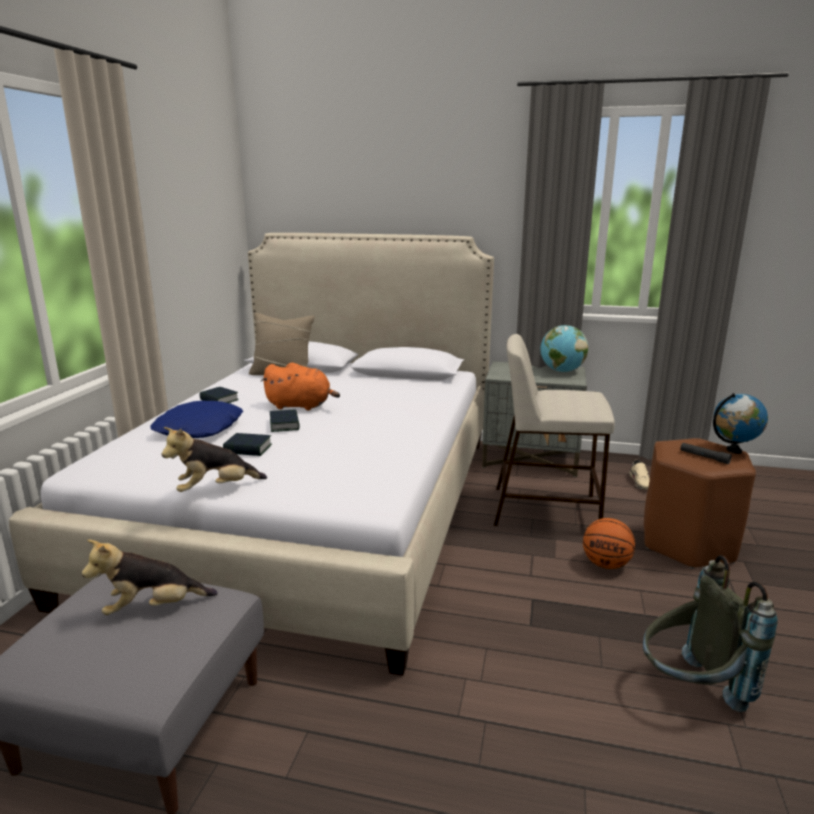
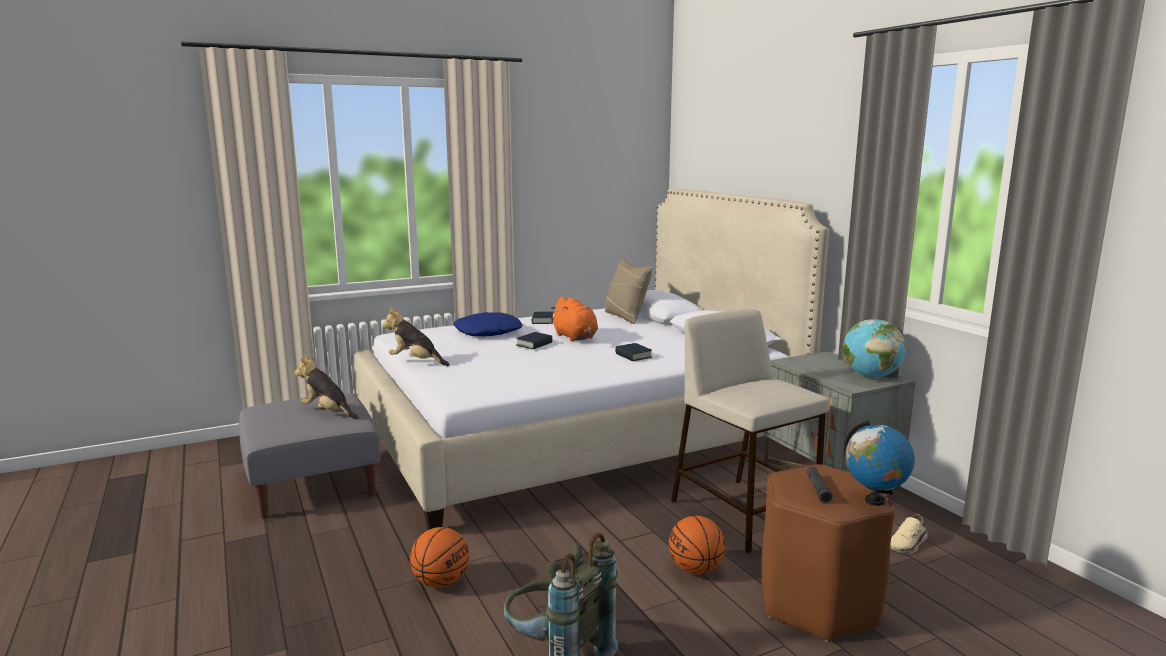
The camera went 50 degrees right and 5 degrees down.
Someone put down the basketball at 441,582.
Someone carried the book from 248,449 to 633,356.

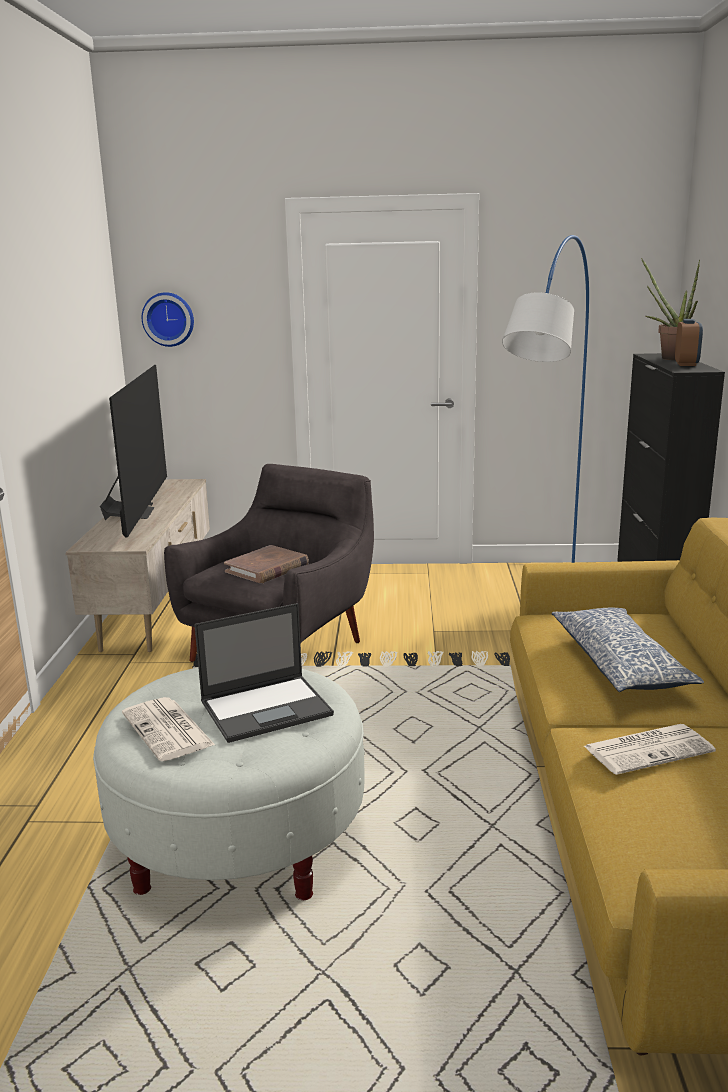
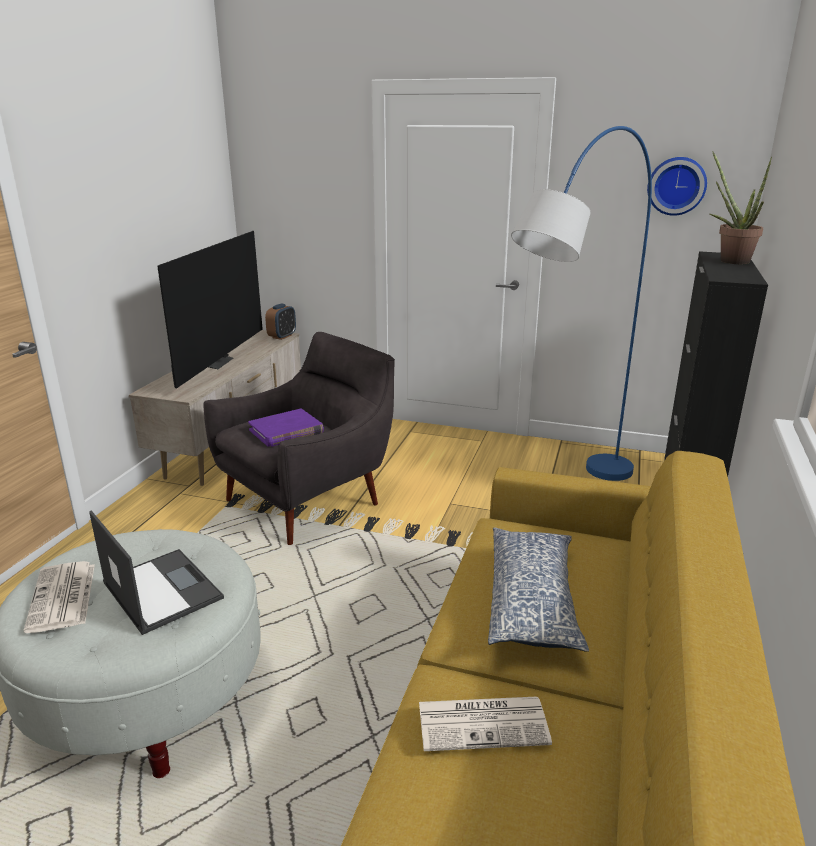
The camera went 15 degrees right and 5 degrees up.
Someone carried the clock_on_the_wall from 169,319 to 676,186.
Someone carried the bedside_clock from 686,364 to 282,336.
Someone repainted the brown_book at 267,568, which became the purplish_book at 286,431.
Someone rotated the laptop at 267,708 by 120 degrees counterclockwise.

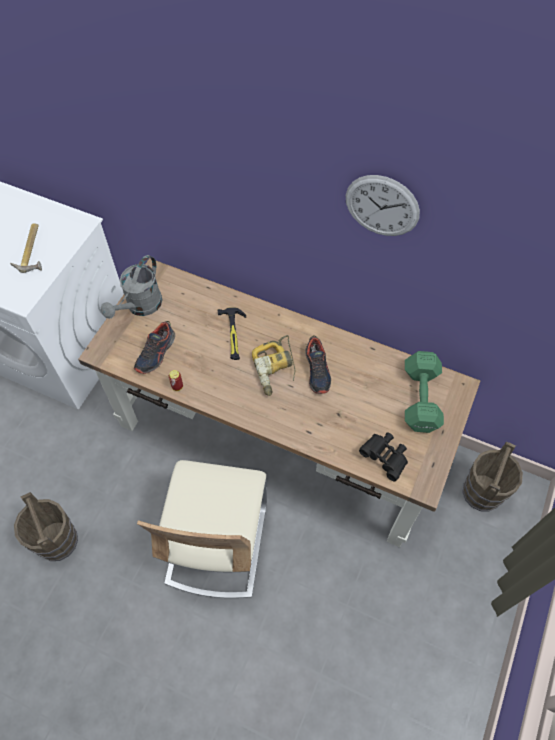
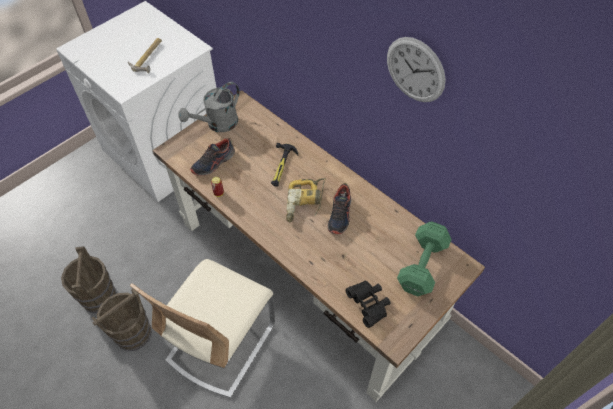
The camera went 20 degrees right and 5 degrees down.
Someone carried the brown_pail from 481,493 to 133,334.

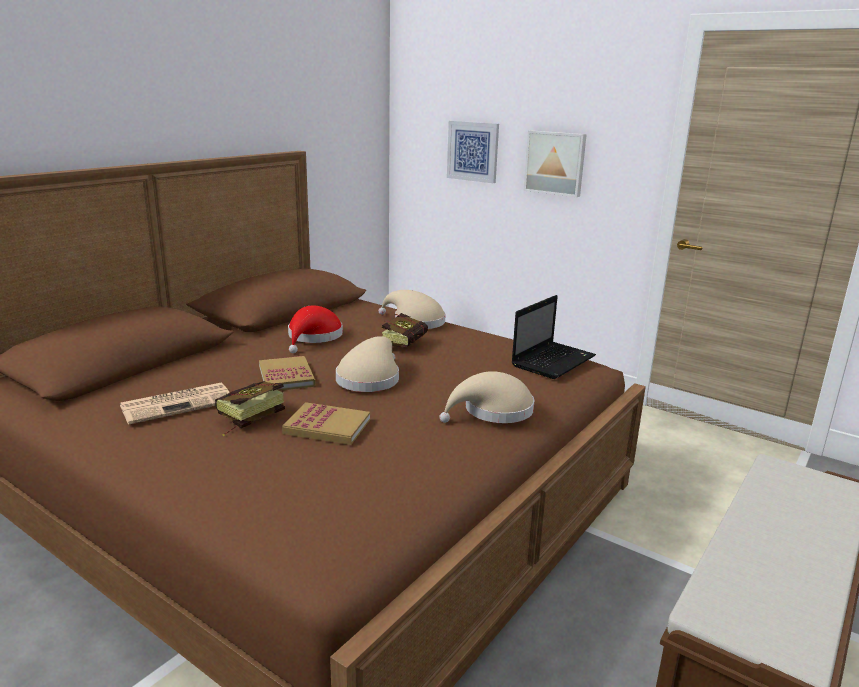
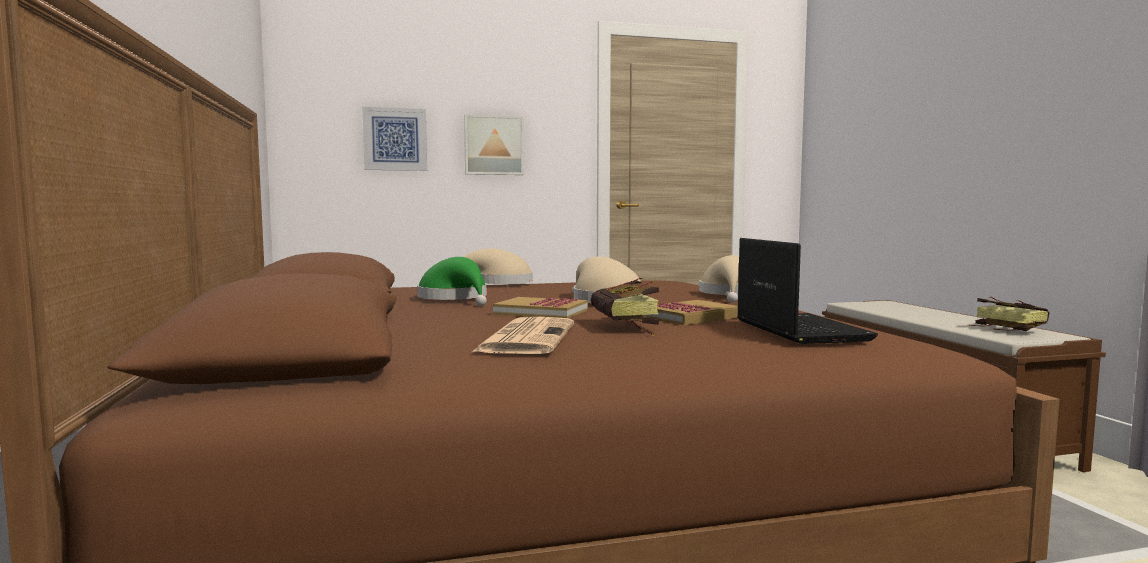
The camera went 50 degrees left and 15 degrees down.
Someone carried the book from 406,344 to 1003,329.
Someone carried the laptop from 553,361 to 798,330.
Someone repainted the red-coloured_hat at 313,337, which became the greenish_hat at 456,299.

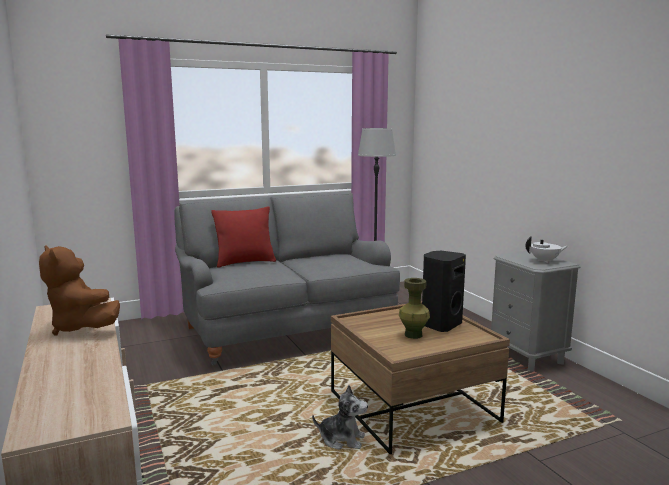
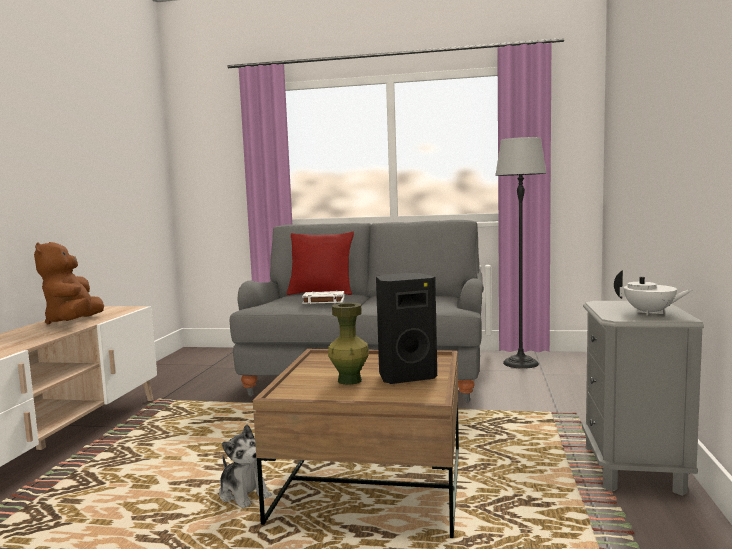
The camera went 35 degrees right and 5 degrees down.
Someone put down the whitish_book at 323,301.

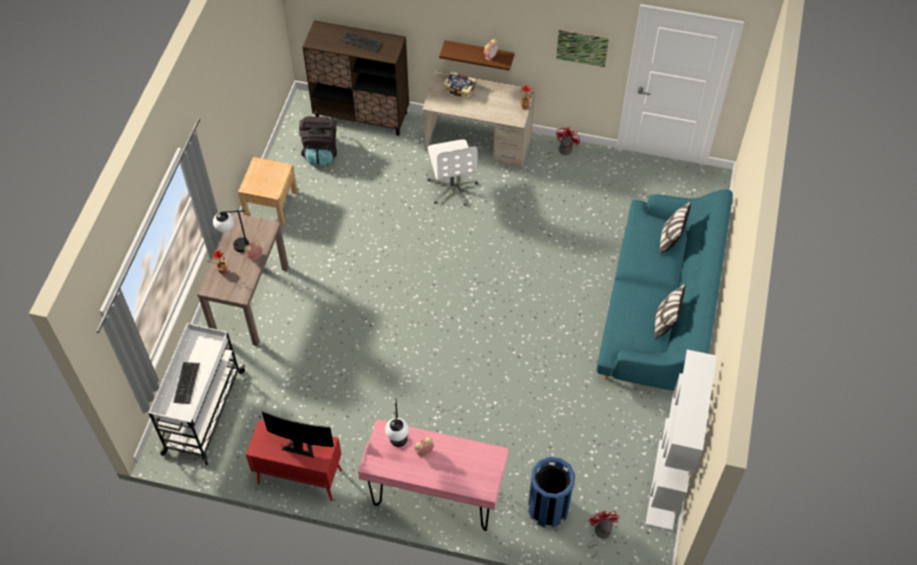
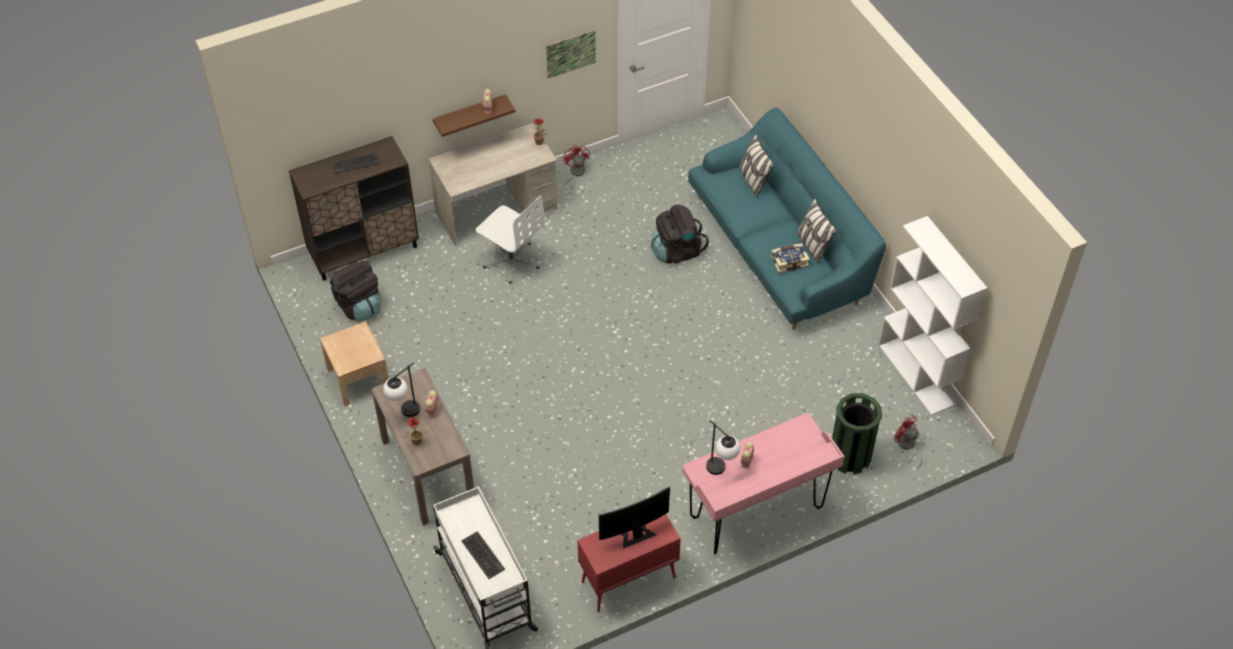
The camera went 40 degrees left and 5 degrees down.
Someone put down the black_knapsack at 676,251.
Someone carried the book from 459,88 to 789,261.
Someone repainted the blue_rubbish_bin at 548,508, which became the greenish_rubbish_bin at 850,457.

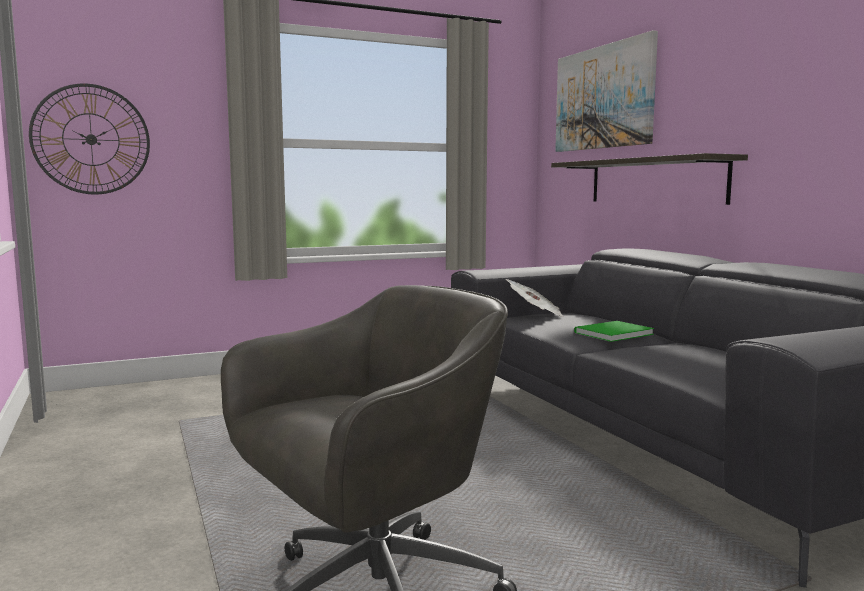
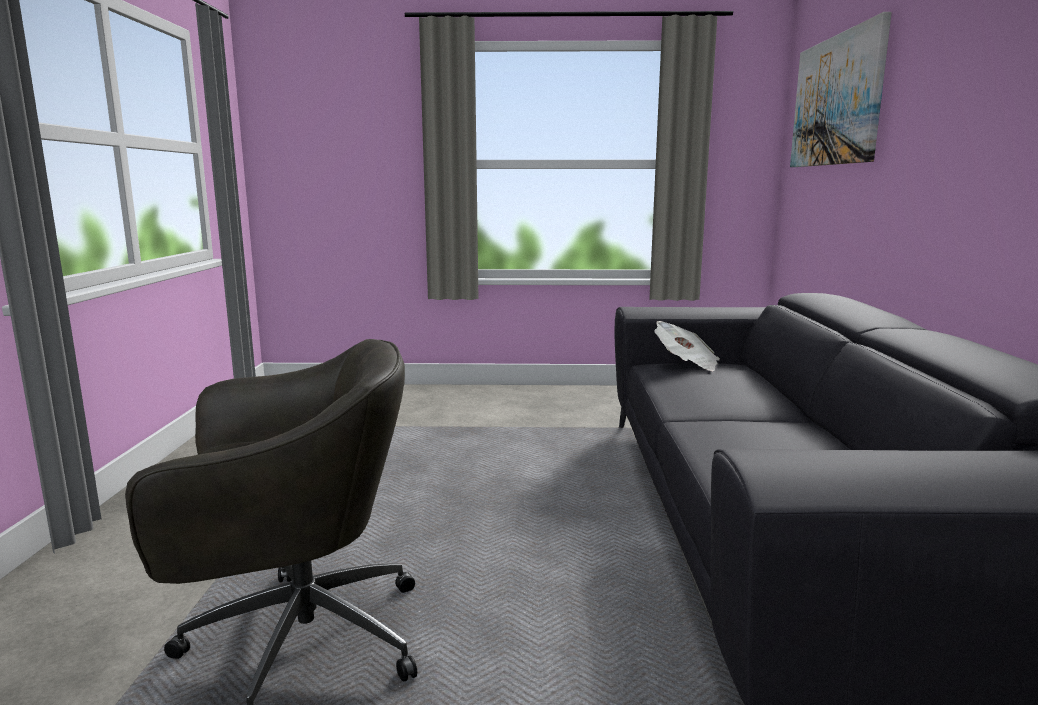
The camera went 25 degrees right and 5 degrees up.
Someone took away the clock_on_the_wall at 91,139.
Someone took away the shelf at 654,181.
Someone took away the greenish_book at 611,333.

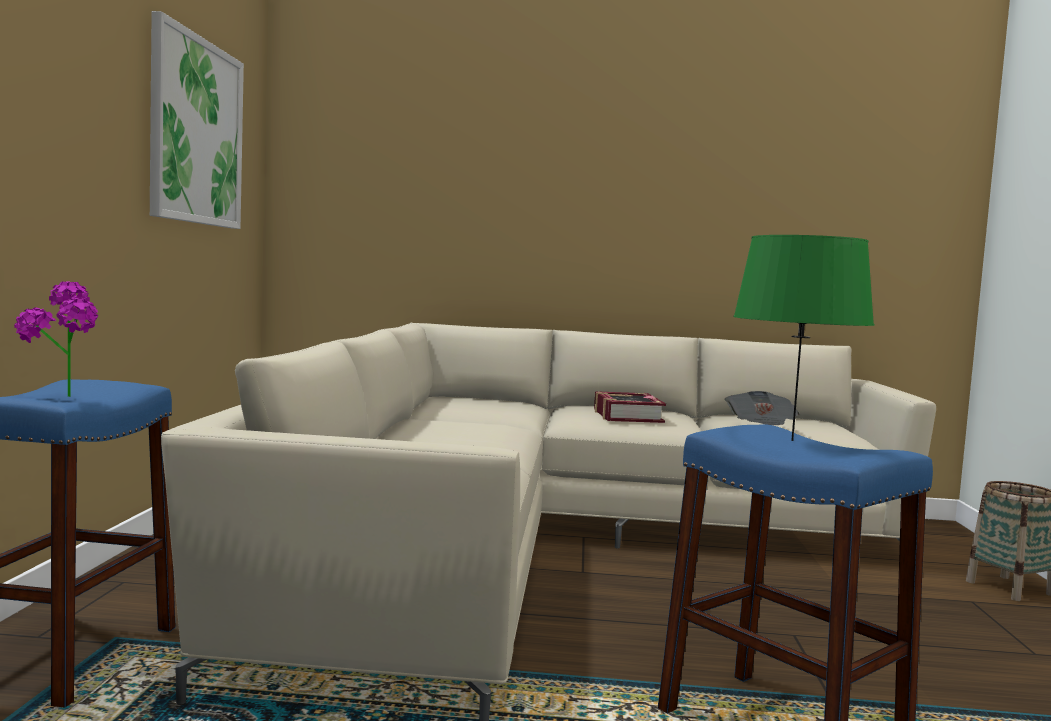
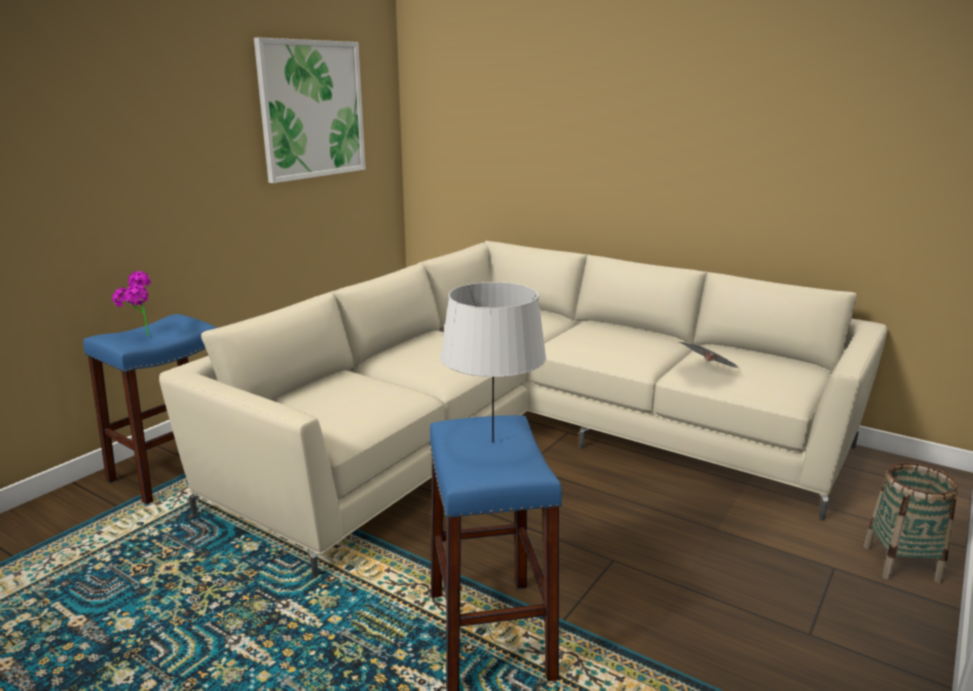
The camera went 30 degrees right and 15 degrees up.
Someone took away the book at 627,416.
Someone repainted the greenish_tabletop_lamp at 792,441, which became the greyish_tabletop_lamp at 492,442.

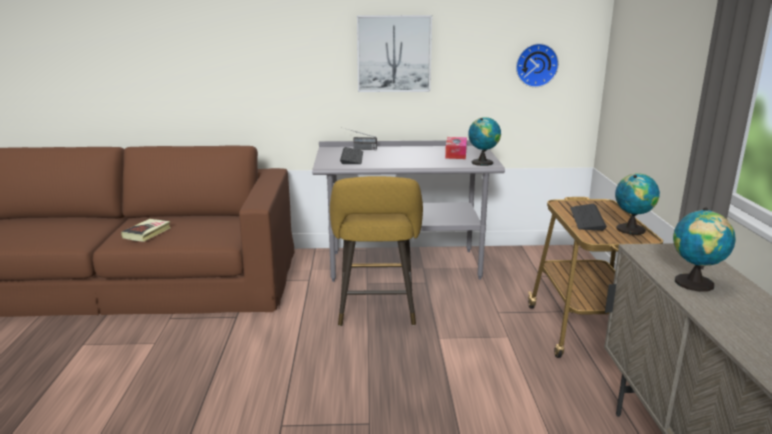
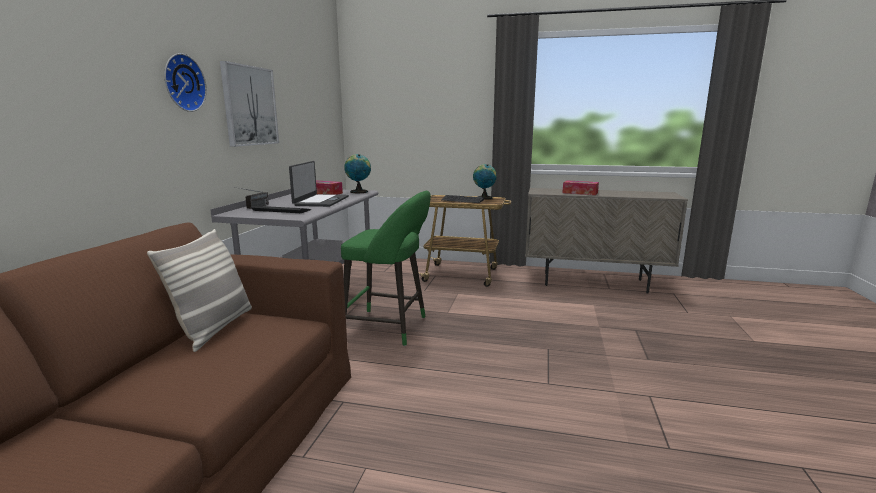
The camera went 75 degrees left and 5 degrees down.
Someone took away the book at 147,233.
Someone put down the throw_pillow at 214,328.
Someone put down the laptop at 321,201.
Someone carried the clock_on_the_wall from 536,65 to 182,83.
Someone swapped the globe at 695,284 for the tissue_box at 580,193.
Someone repainted the yellowish_stool_seat at 376,311, which became the greenish_stool_seat at 390,328.

